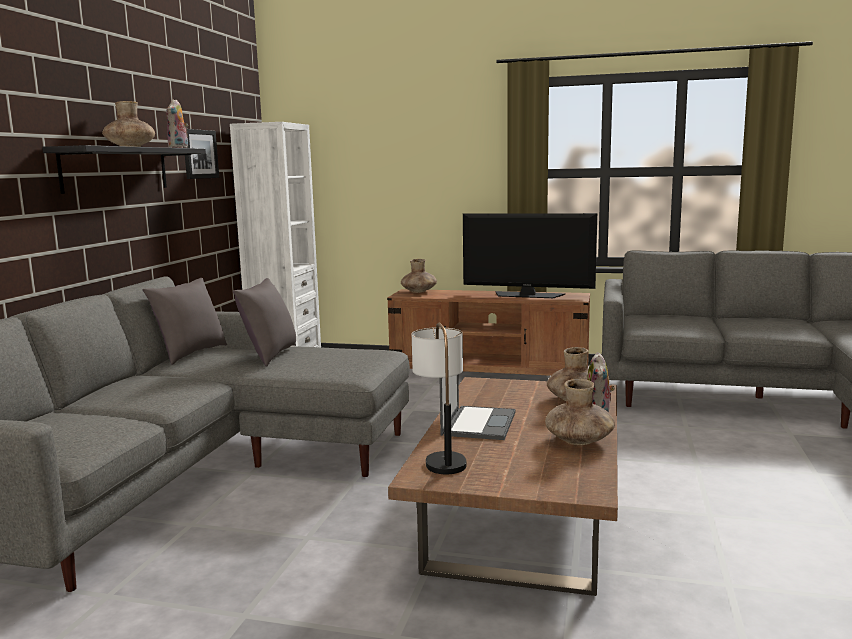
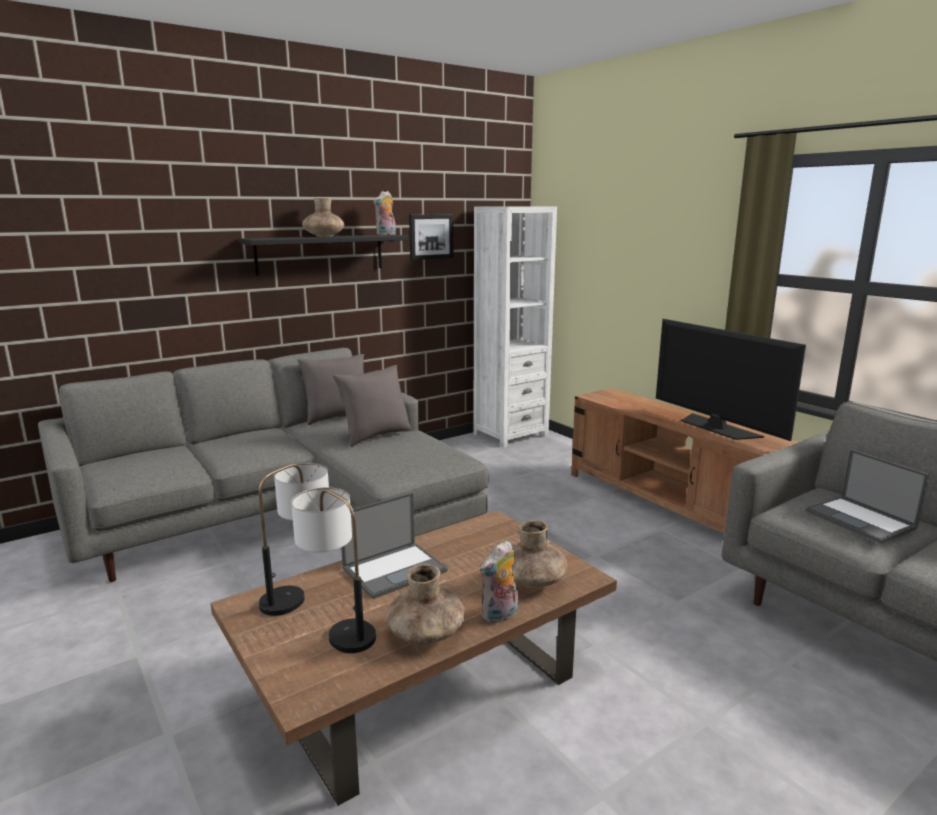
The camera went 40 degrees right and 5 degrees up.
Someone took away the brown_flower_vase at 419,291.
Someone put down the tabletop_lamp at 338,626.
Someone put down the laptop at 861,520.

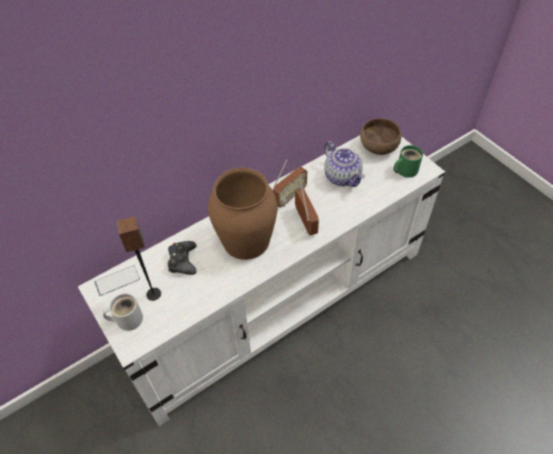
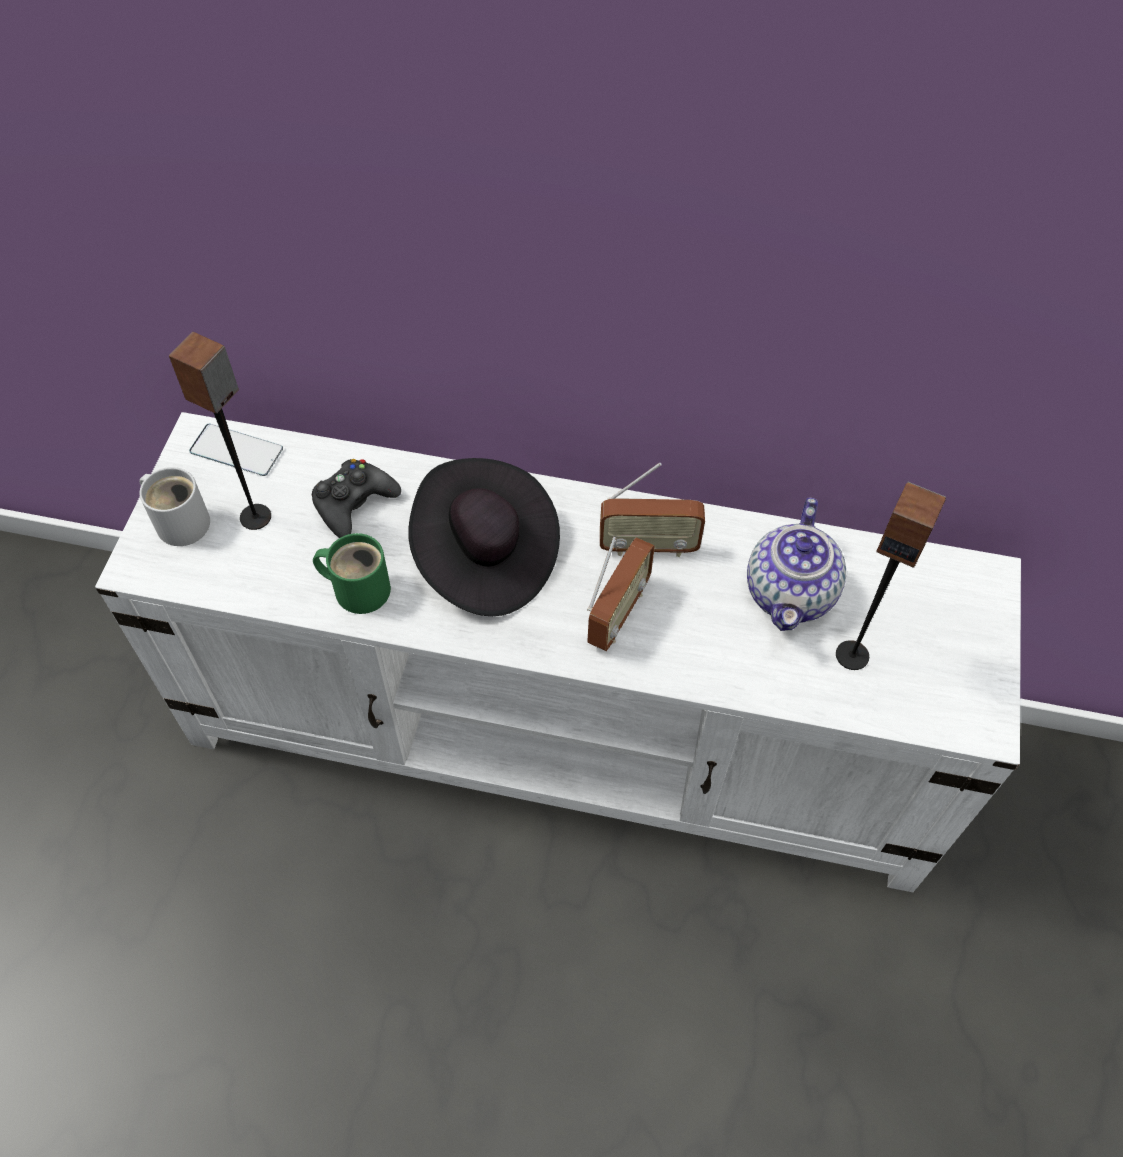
The camera went 45 degrees right and 5 degrees up.
Someone took away the brown_bowl at 377,147.
Someone put down the loudspeaker at 852,655.
Someone carried the greenish_mug from 405,170 to 358,587.
Someone swapped the brown_flower_vase at 246,240 for the black_hat at 484,557.

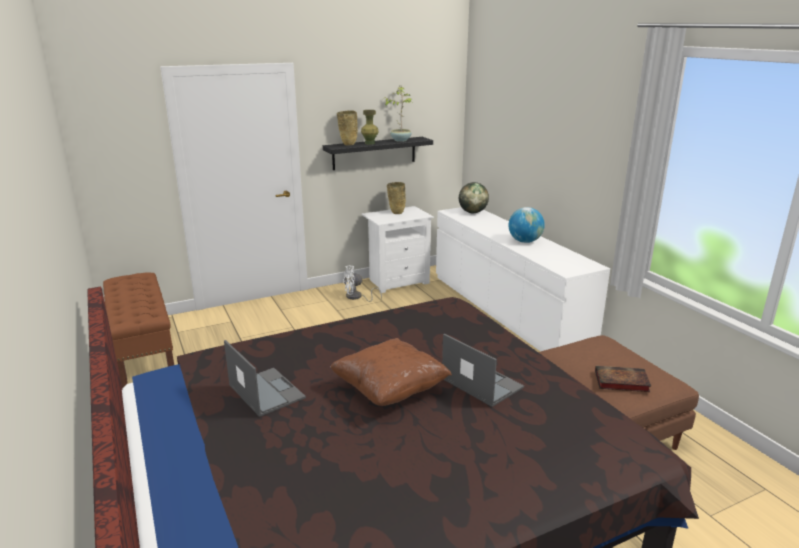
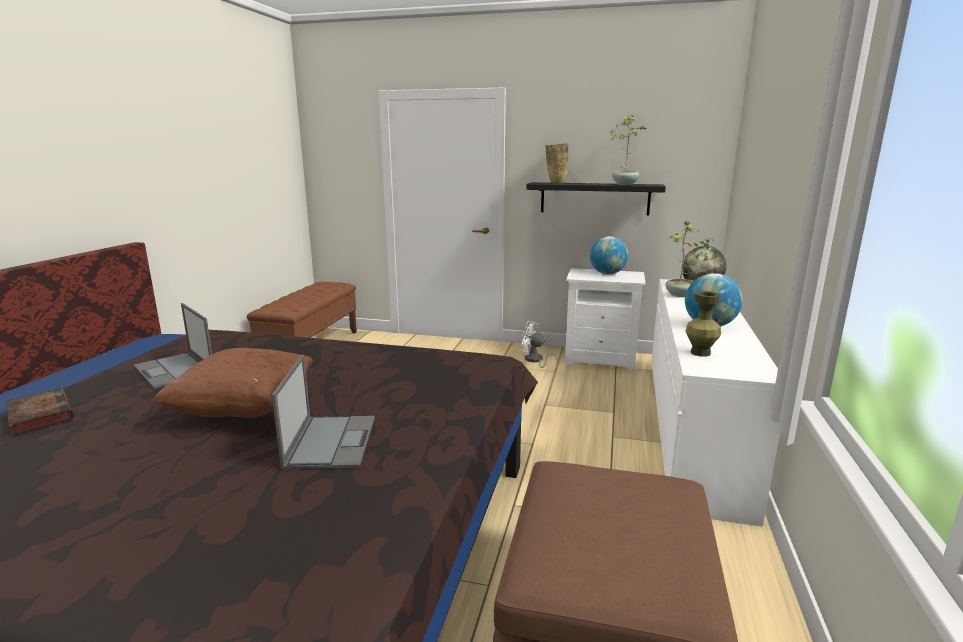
The camera went 40 degrees right and 5 degrees down.
Someone put down the plant_in_a_pot at 680,295.
Someone carried the greenish_flower_vase from 369,143 to 700,353.
Someone carried the book from 620,382 to 39,414.
Someone swapped the beige-coloured_flower_vase at 396,213 for the globe at 607,273.
Someone rotated the laptop at 266,391 by 135 degrees clockwise.

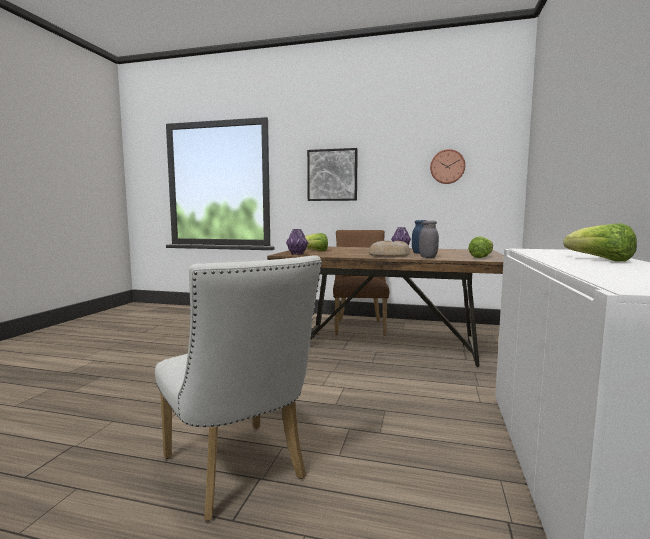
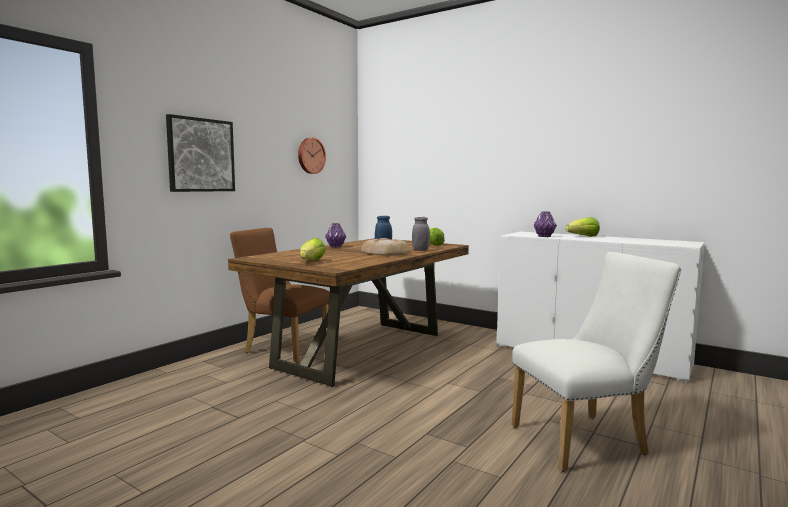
The camera went 70 degrees left and 0 degrees up.
Someone carried the purplish_flower_vase from 296,254 to 544,236.

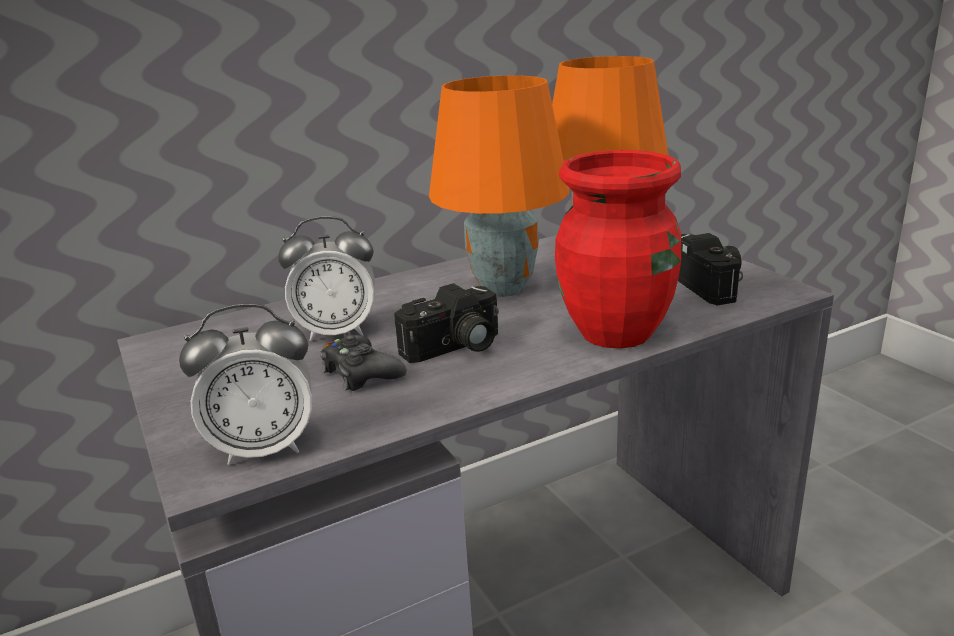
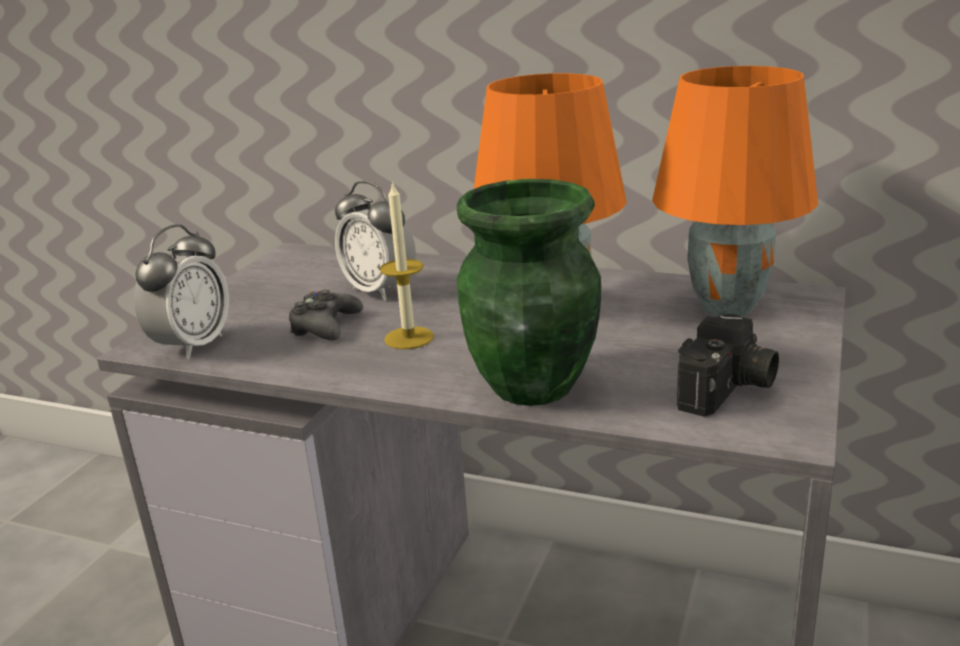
The camera went 50 degrees right and 0 degrees up.
Someone swapped the photo_camera at 455,348 for the wax_light at 409,338.
Someone repainted the red-coloured_flower_vase at 617,332, which became the greenish_flower_vase at 534,386.
Someone rotated the bedside_clock at 264,448 by 105 degrees counterclockwise.

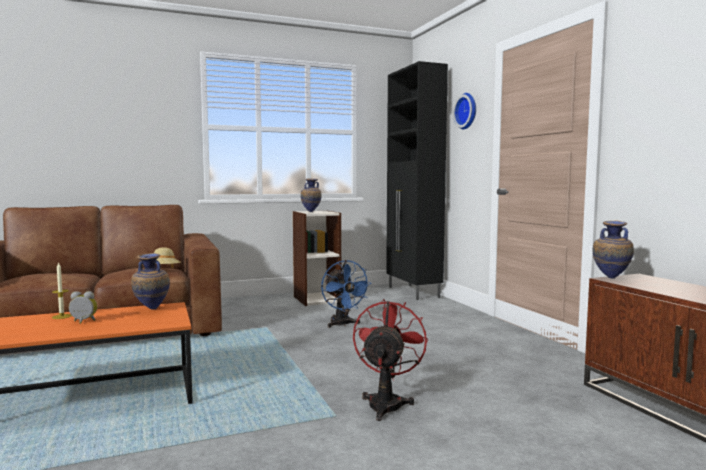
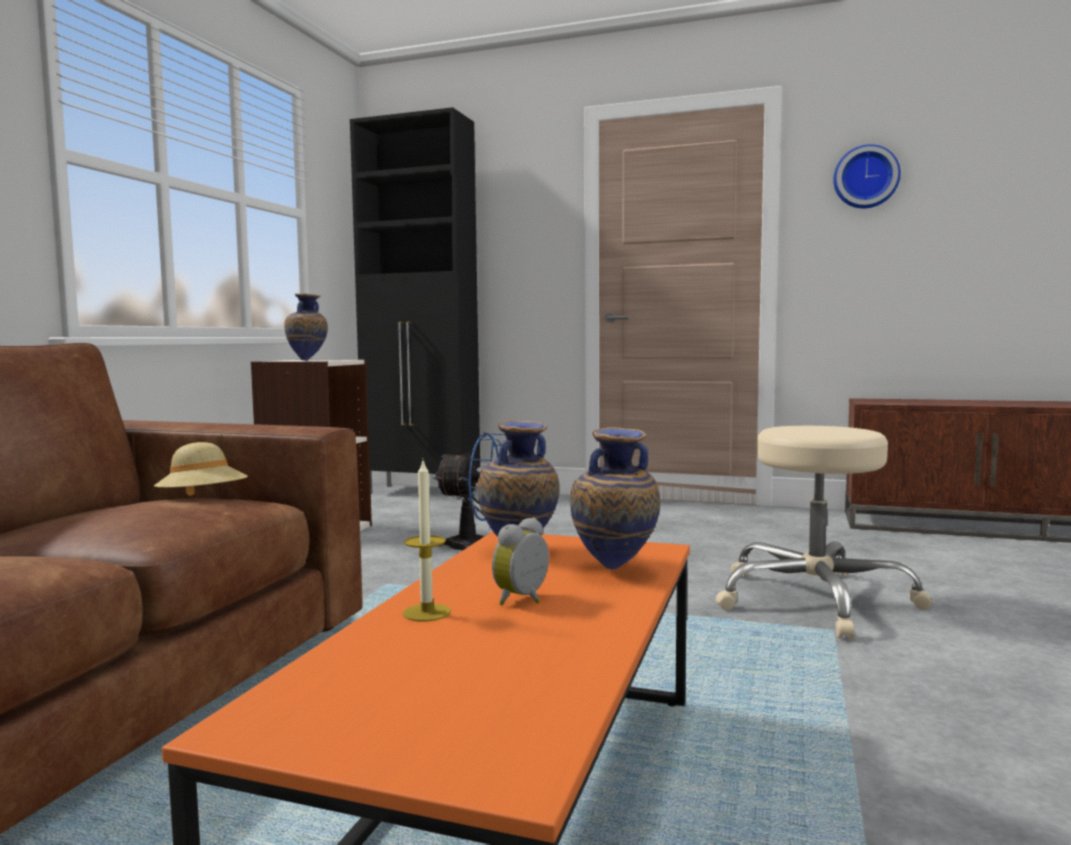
The camera went 50 degrees left and 0 degrees up.
Someone carried the clock_on_the_wall from 467,111 to 866,177.
Someone carried the flower_vase from 610,279 to 614,571.
Someone swapped the red-coloured_electric_fan at 387,402 for the beige-coloured_stool_seat at 814,599.

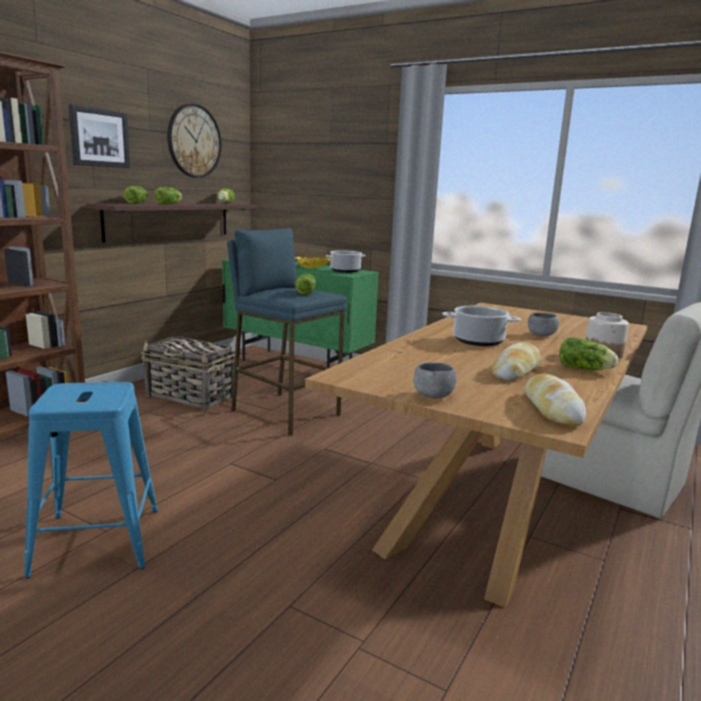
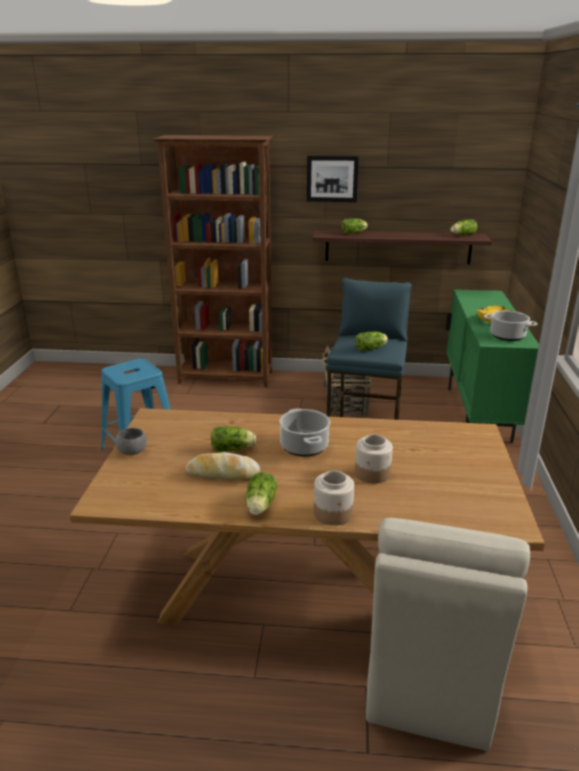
The camera went 65 degrees right and 10 degrees up.
Someone took away the clock_on_the_wall at 194,141.
Someone took away the bread at 551,409.
Someone carried the lettuce_head from 169,204 to 234,449.
Someone swapped the greyish_bowl at 541,335 for the preserve_jar at 372,474.

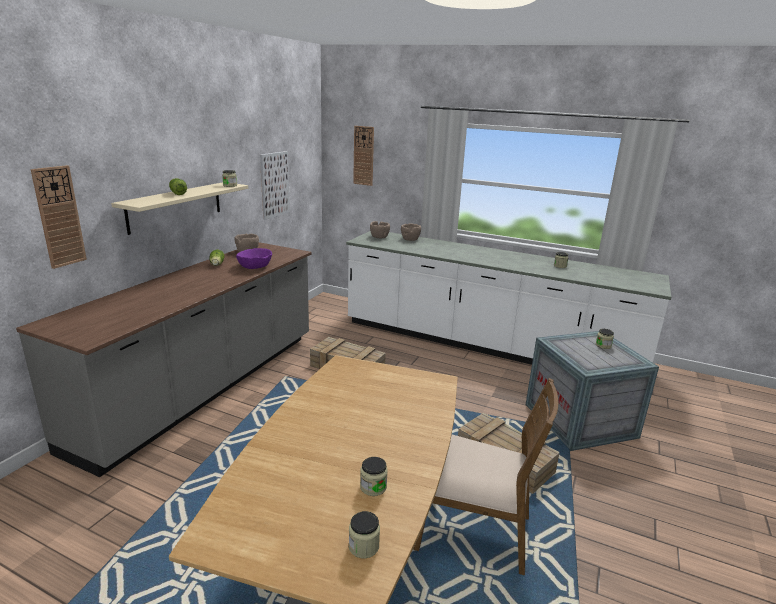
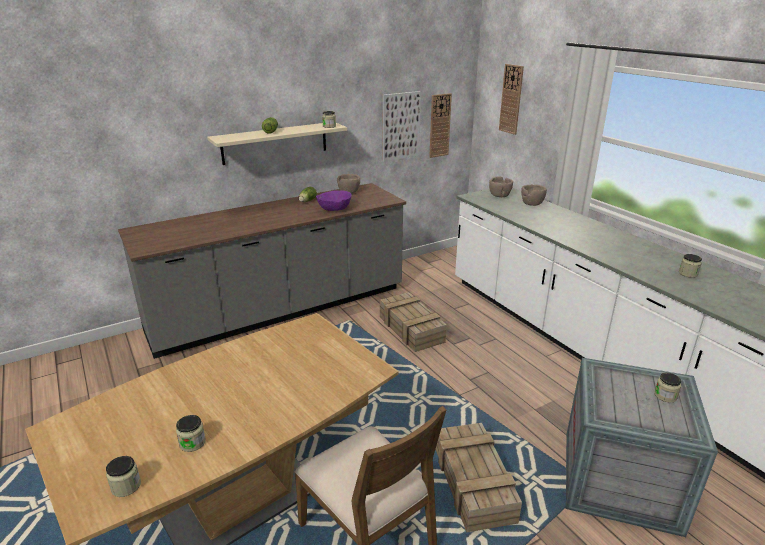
The camera went 35 degrees right and 5 degrees up.
Someone carried the clock_on_the_wall from 59,217 to 439,125.

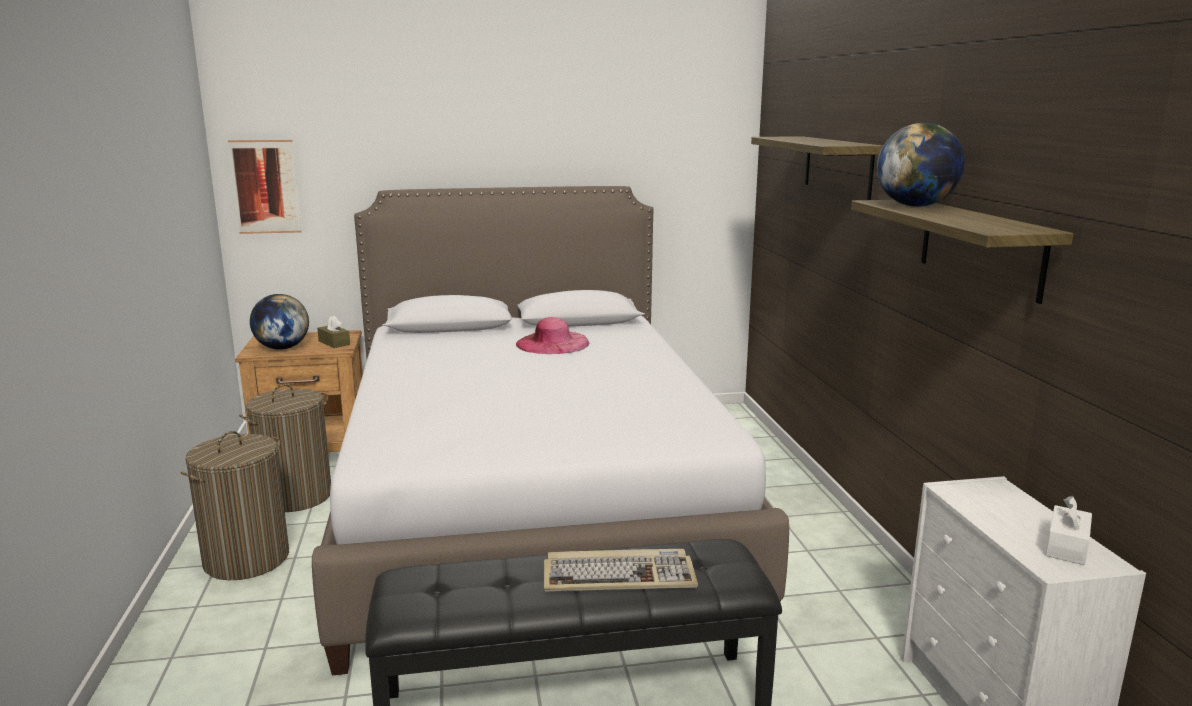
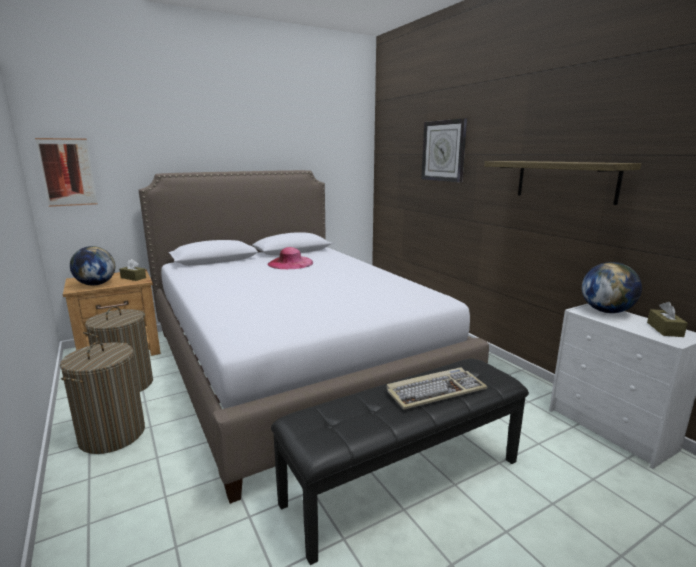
The camera went 20 degrees left and 0 degrees up.
Someone carried the globe from 915,206 to 606,311.
Someone swapped the shelf at 837,166 for the clock_on_the_wall at 443,151.
Someone repainted the whitish_tissue_box at 1066,546, which became the brown_tissue_box at 664,329.

